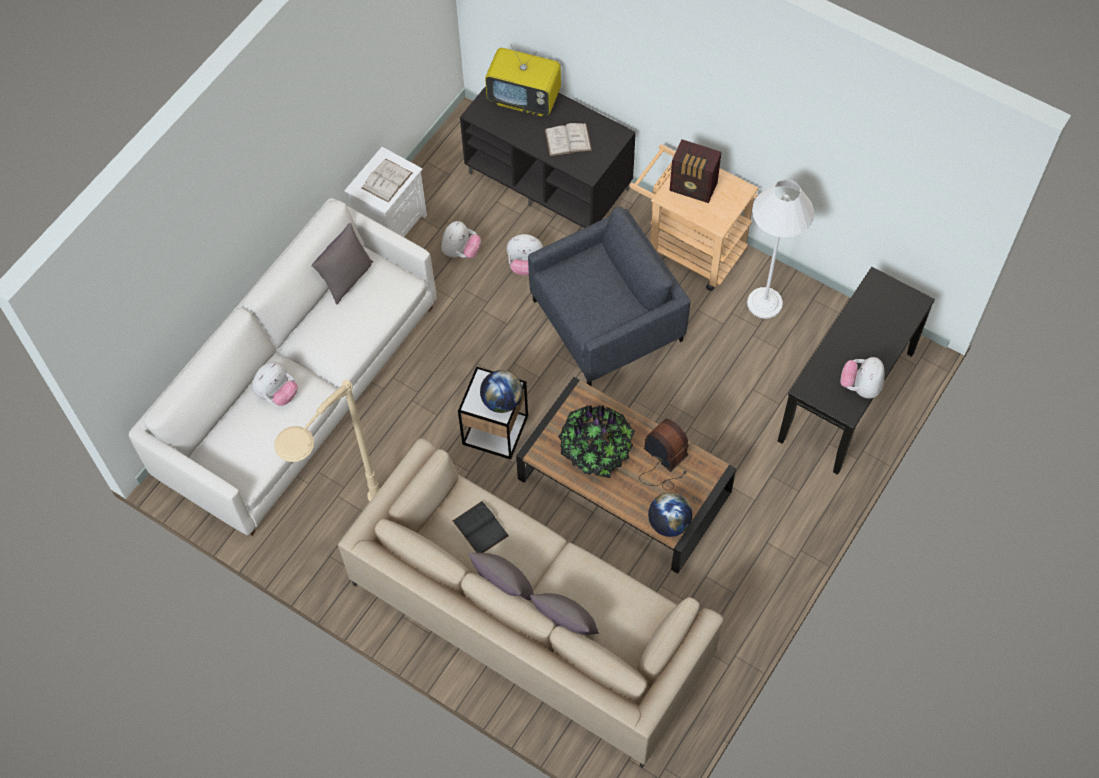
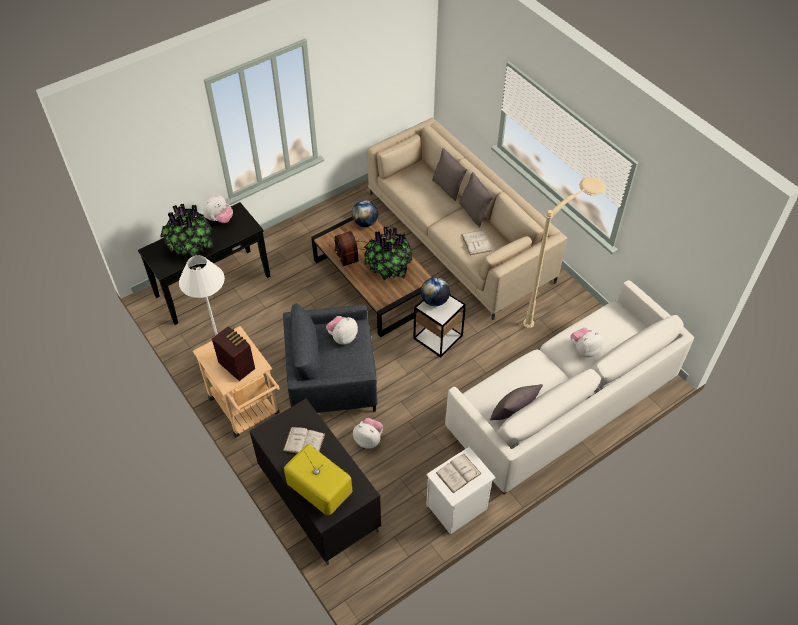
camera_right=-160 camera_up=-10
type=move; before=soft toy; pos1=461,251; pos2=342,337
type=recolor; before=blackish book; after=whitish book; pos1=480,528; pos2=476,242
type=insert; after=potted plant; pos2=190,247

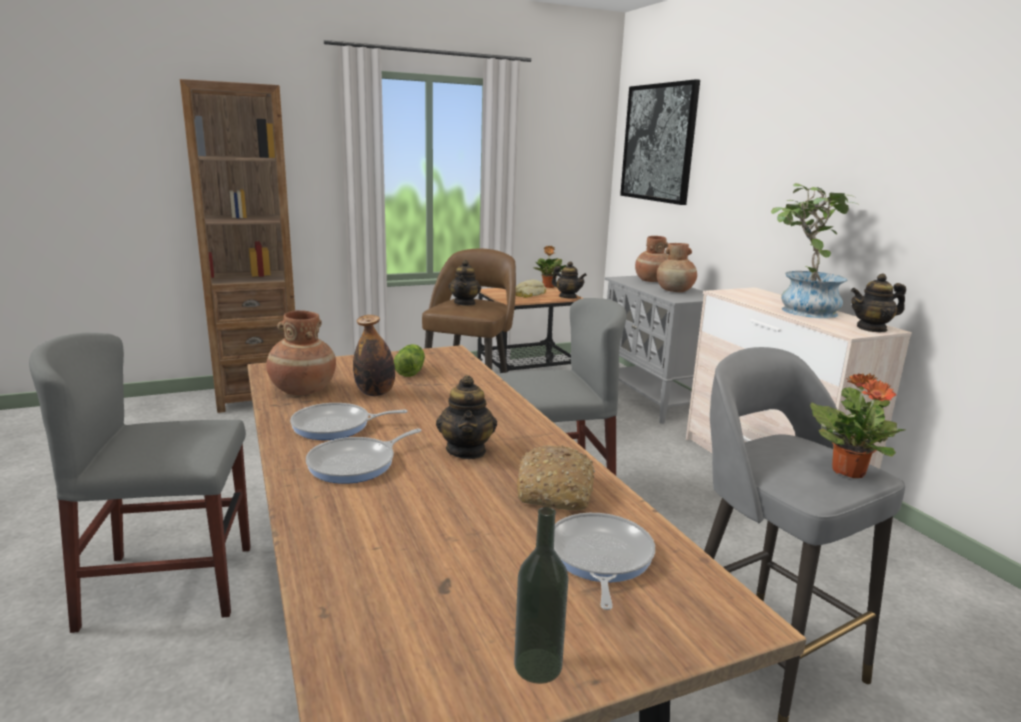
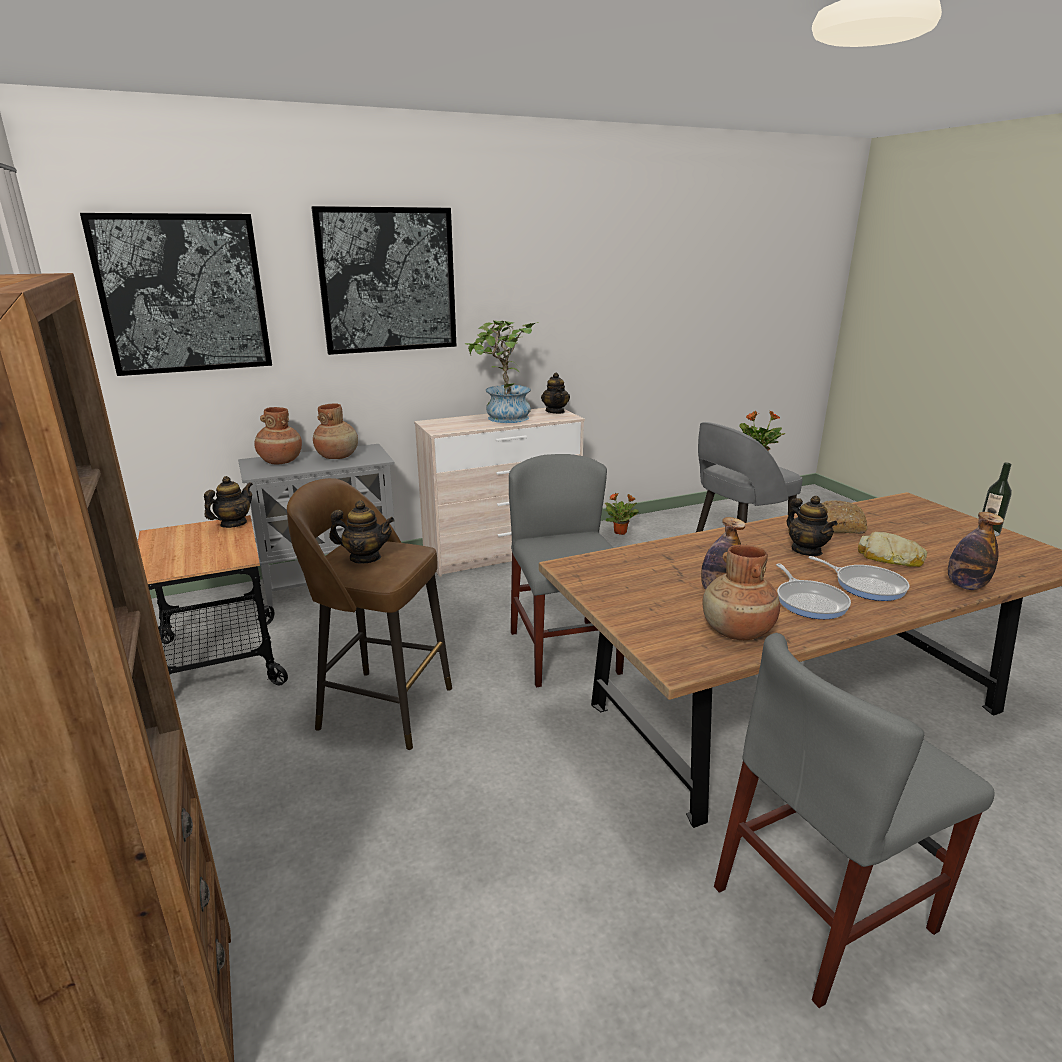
camera_right=-90 camera_up=5
type=move; before=potted plant; pos1=548,287; pos2=621,532
type=move; before=bakery bread; pos1=529,294; pos2=890,557
type=rotate; before=grey upright chair; pos1=170,585; pos2=823,908; turn=75
type=delete; before=head of lettuce; pos1=411,371
type=rotate; before=tea pot; pos1=466,450; pos2=806,550; turn=75
type=delete; before=frying pan; pos1=599,558
type=insert; after=picture; pos2=388,281
type=insert; after=bottle; pos2=965,586

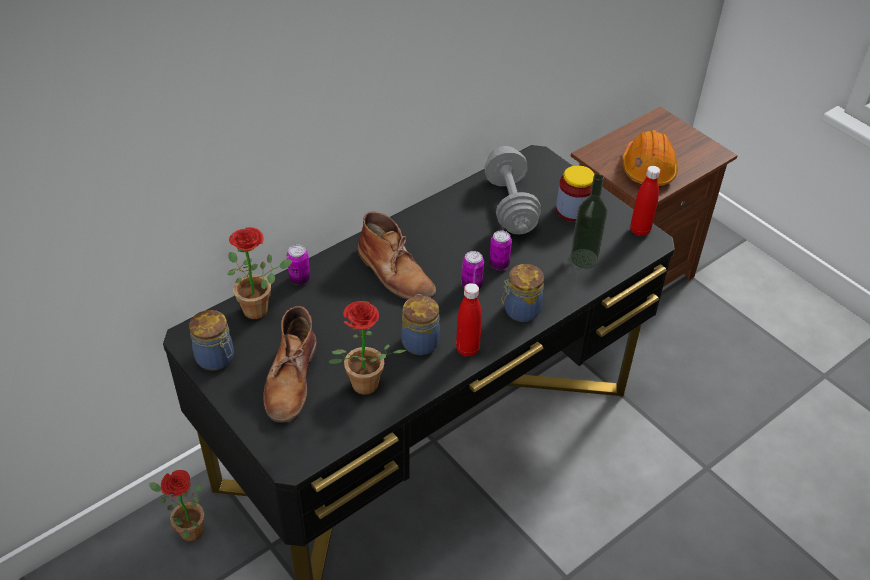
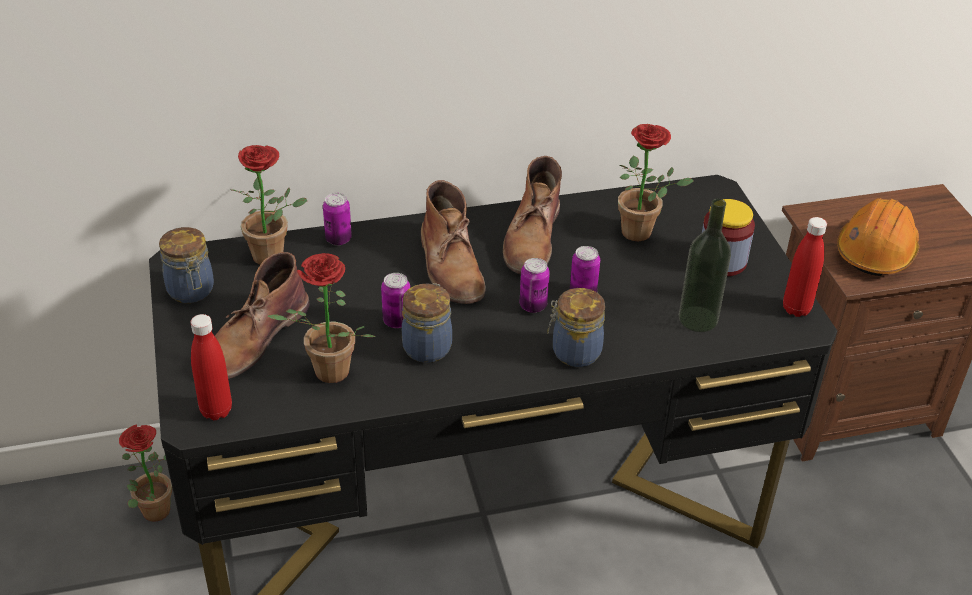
camera_right=25 camera_up=-5
type=replace; before=grey hand weight; after=potted plant; pos1=510,205; pos2=643,233
type=move; before=red bottle; pos1=467,349; pos2=216,410
type=insert; after=brown high-top boot; pos2=532,238
type=insert; after=can; pos2=396,321

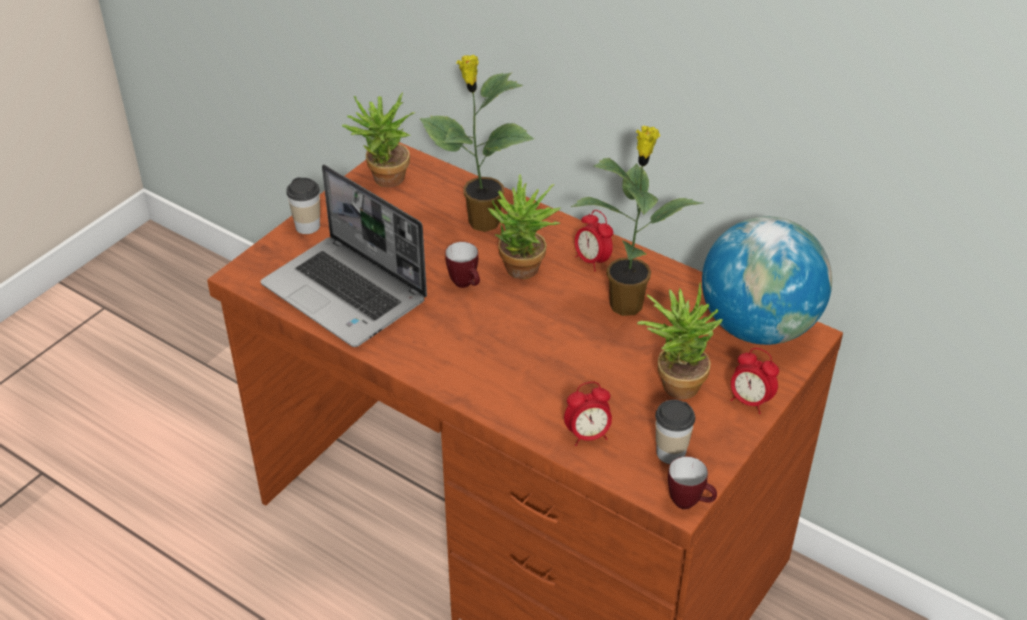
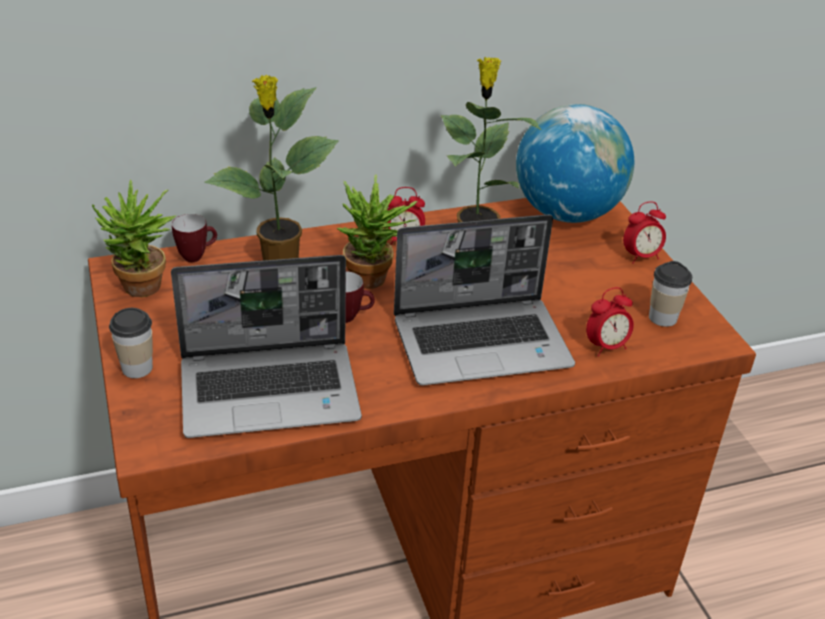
camera_right=-55 camera_up=-5
type=delete; before=potted plant; pos1=674,382
type=rotate; before=bedside clock; pos1=588,435; pos2=606,347; turn=45
type=move; before=mug; pos1=689,503; pos2=197,256
type=insert; after=portable computer; pos2=483,342

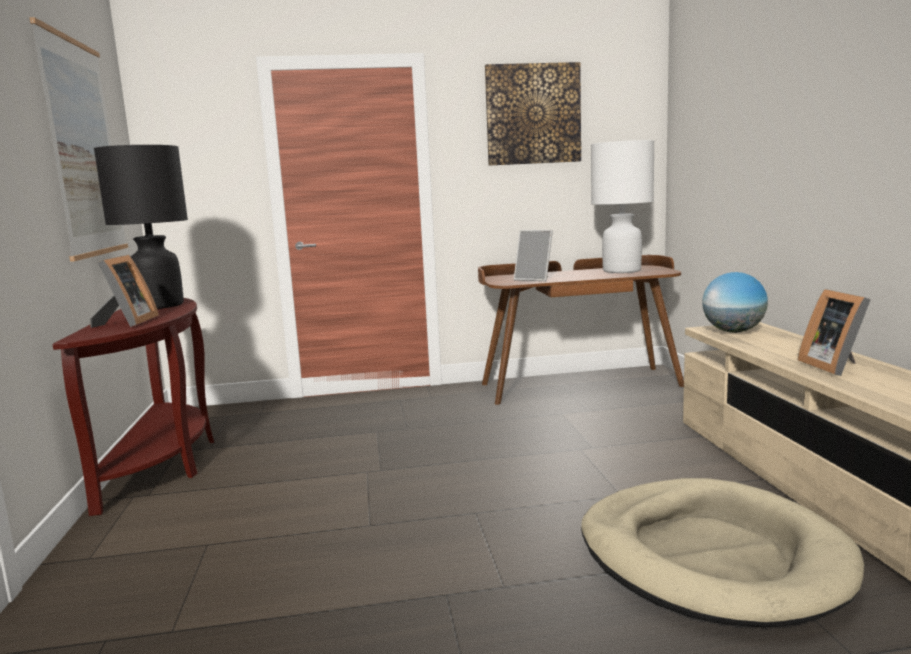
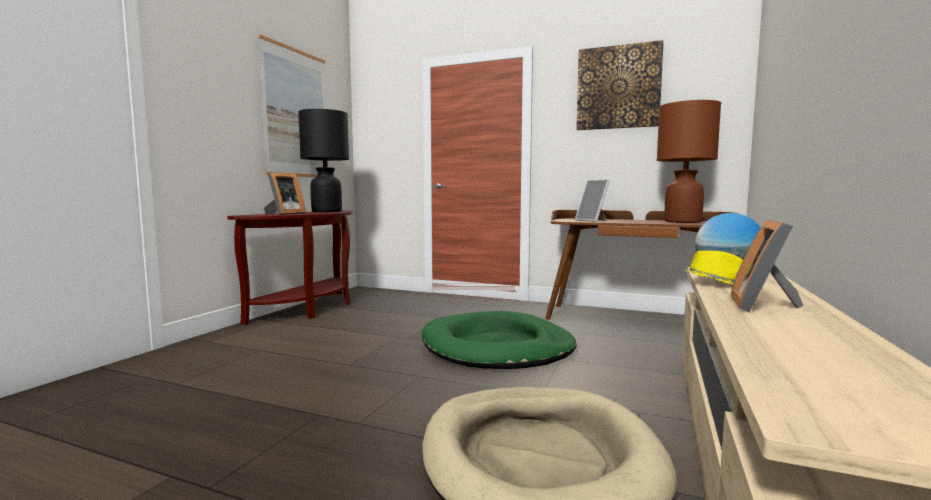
camera_right=30 camera_up=-5
type=recolor; before=whitish table lamp; after=brown table lamp; pos1=621,271; pos2=682,222
type=insert; after=yellowish wearable hat; pos2=714,283
type=insert; after=greenish dog bed; pos2=497,347

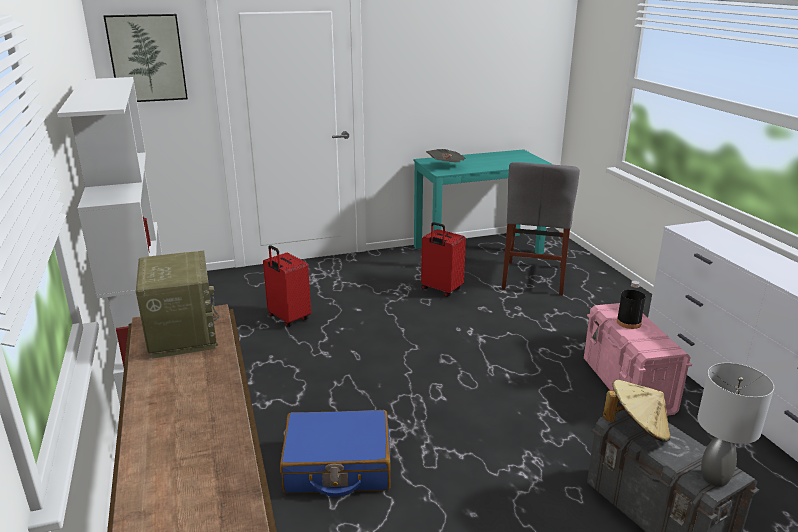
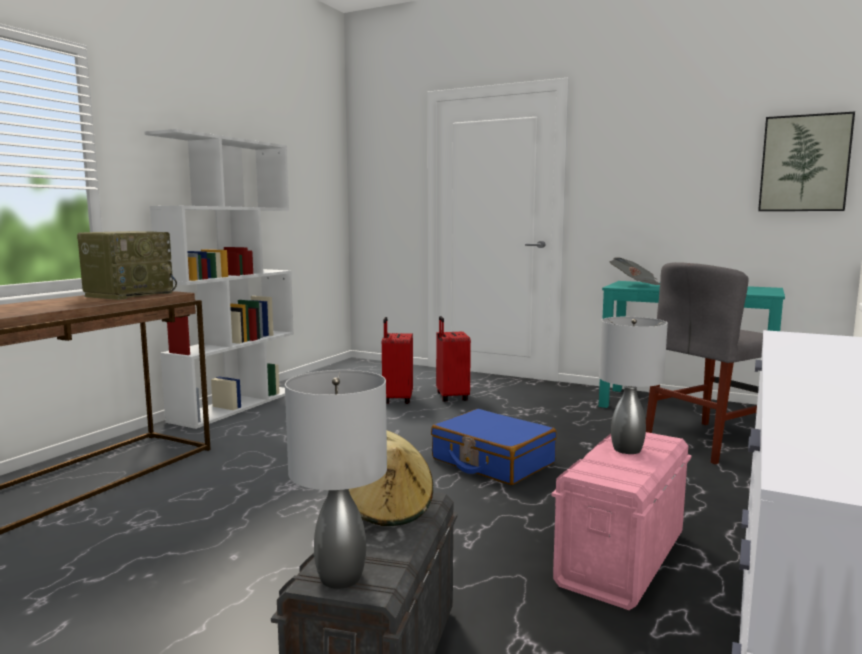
camera_right=45 camera_up=-15
type=move; before=picture; pos1=147,58; pos2=804,163
type=move; before=red travel case; pos1=441,290; pos2=451,397
type=replace; before=blackish bottle; after=grey table lamp; pos1=628,323; pos2=626,449
type=move; before=blue-coloured travel case; pos1=337,465; pos2=492,461

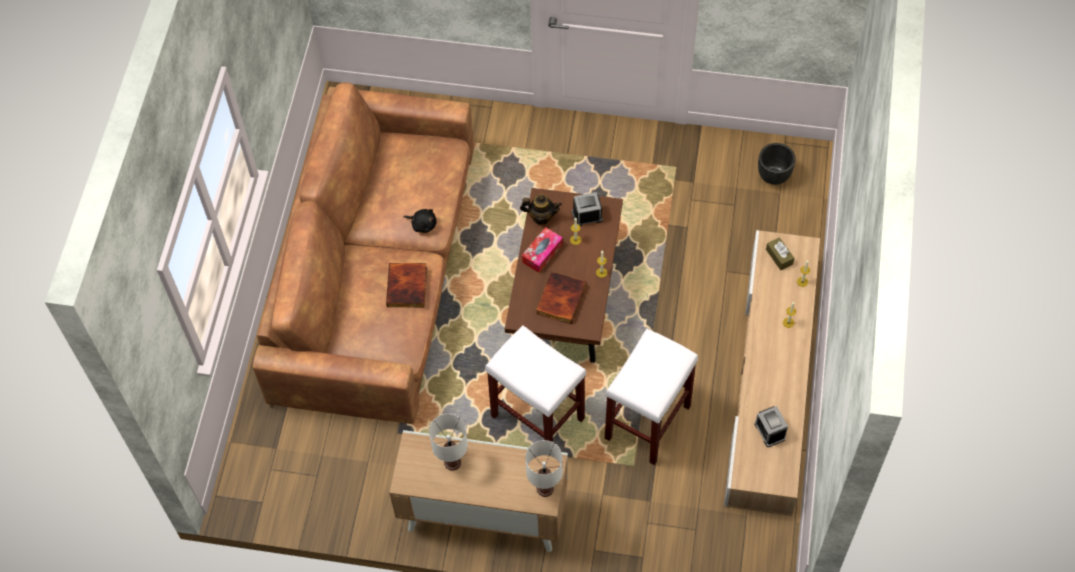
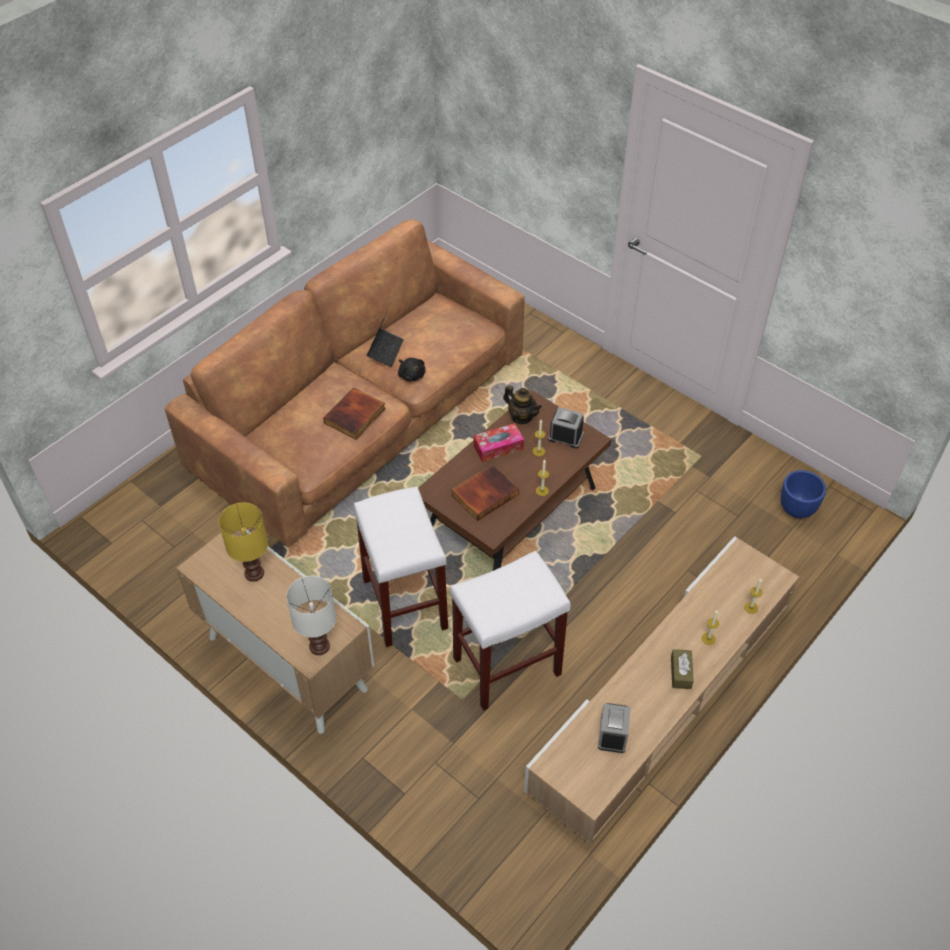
camera_right=30 camera_up=-10
type=recolor; before=blackish plant pot; after=blue-coloured plant pot; pos1=774,176; pos2=797,510
type=move; before=brown tissue box; pos1=779,256; pos2=681,673
type=recolor; before=whitish table lamp; after=yellowish table lamp; pos1=452,462; pos2=254,572
type=insert; after=portable computer; pos2=385,350

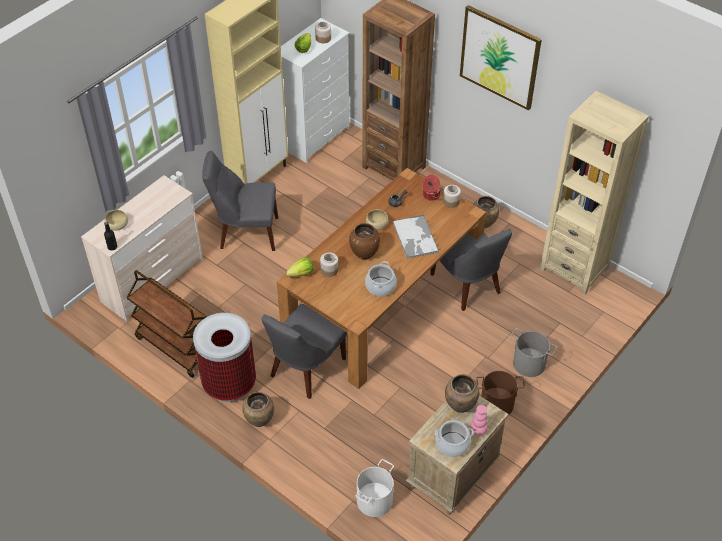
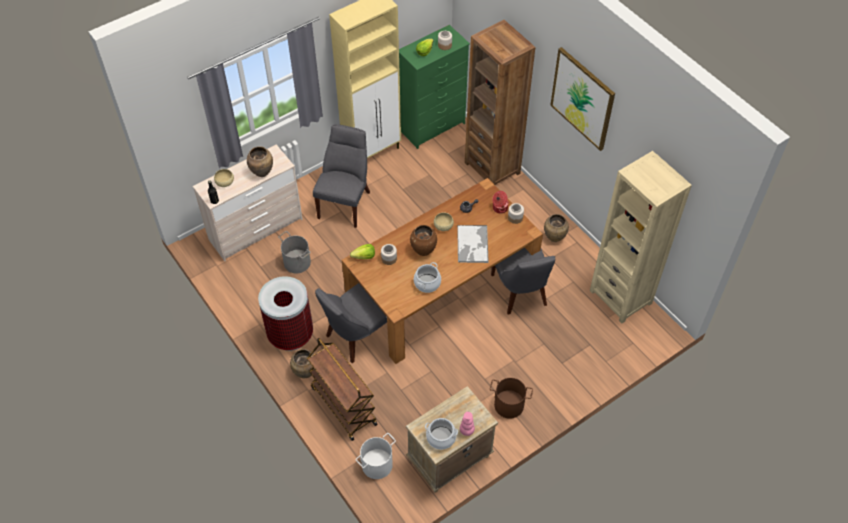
camera_right=15 camera_up=5
type=recolor; before=whitish dresser; after=greenish dresser; pos1=316,138; pos2=433,127
type=rotate; before=grey upright chair; pos1=246,233; pos2=345,203; turn=90
type=move; before=brown wheeled cart; pos1=174,347; pos2=343,405
type=move; before=grey water bucket; pos1=529,364; pos2=296,262
type=move; before=brown decorative vase; pos1=460,405; pos2=262,172

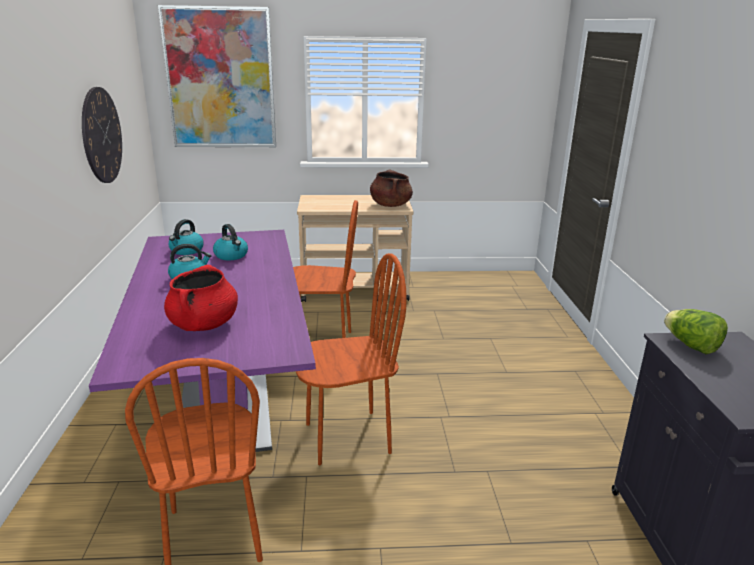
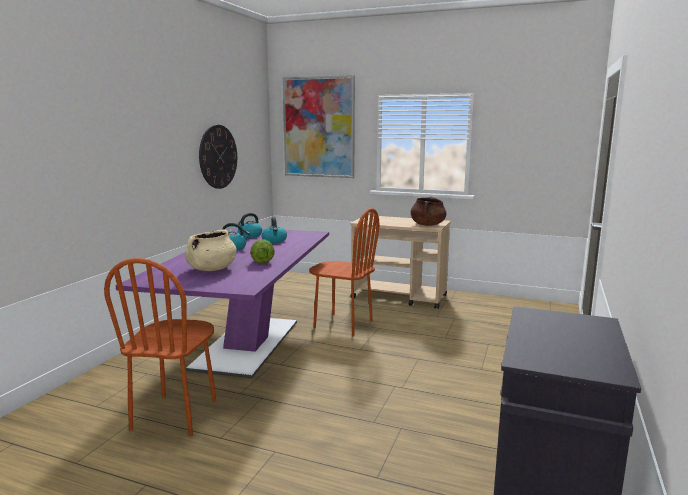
camera_right=25 camera_up=-10
type=delete; before=brown upright chair; pos1=347,437
type=recolor; before=red cooking pot; after=beige-coloured cooking pot; pos1=204,324; pos2=211,269
type=move; before=head of lettuce; pos1=691,346; pos2=262,261

